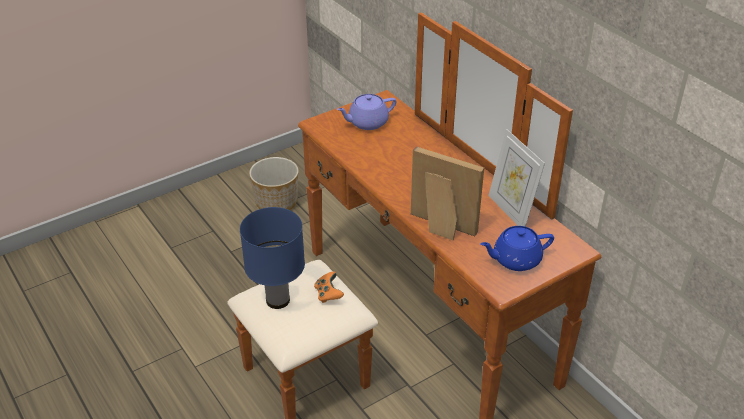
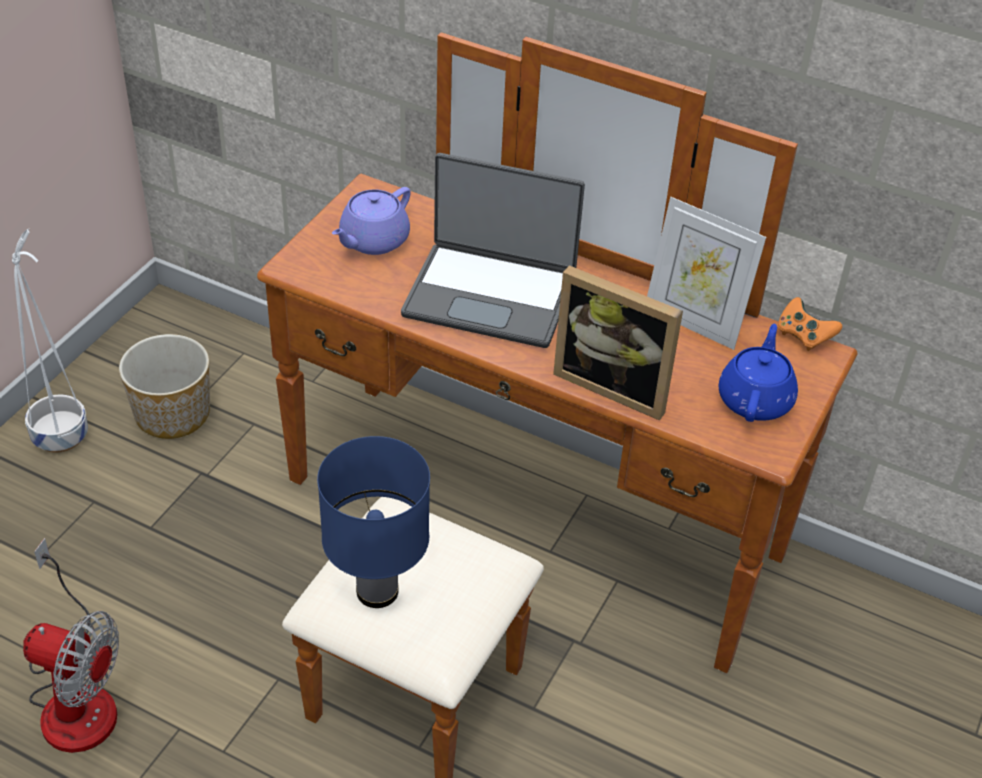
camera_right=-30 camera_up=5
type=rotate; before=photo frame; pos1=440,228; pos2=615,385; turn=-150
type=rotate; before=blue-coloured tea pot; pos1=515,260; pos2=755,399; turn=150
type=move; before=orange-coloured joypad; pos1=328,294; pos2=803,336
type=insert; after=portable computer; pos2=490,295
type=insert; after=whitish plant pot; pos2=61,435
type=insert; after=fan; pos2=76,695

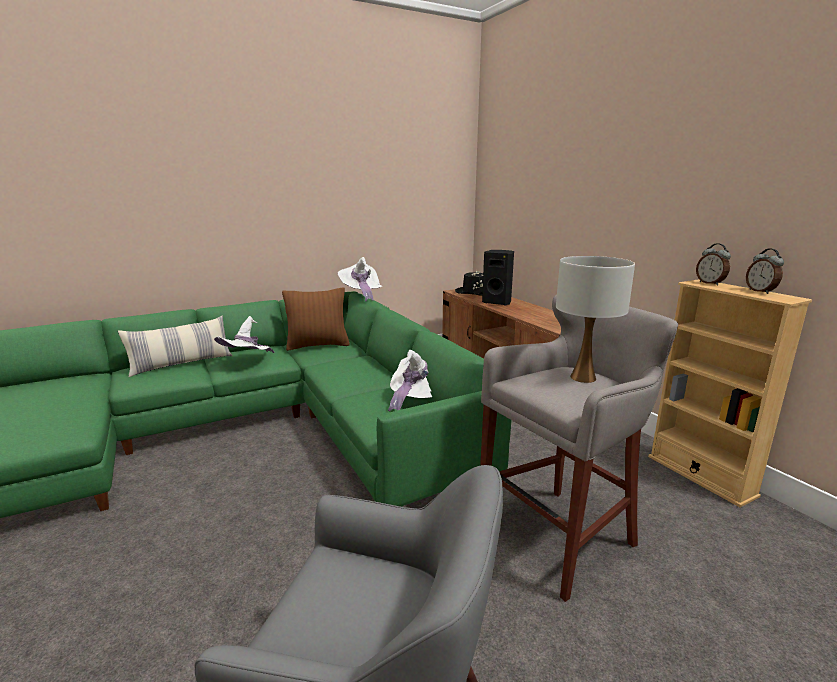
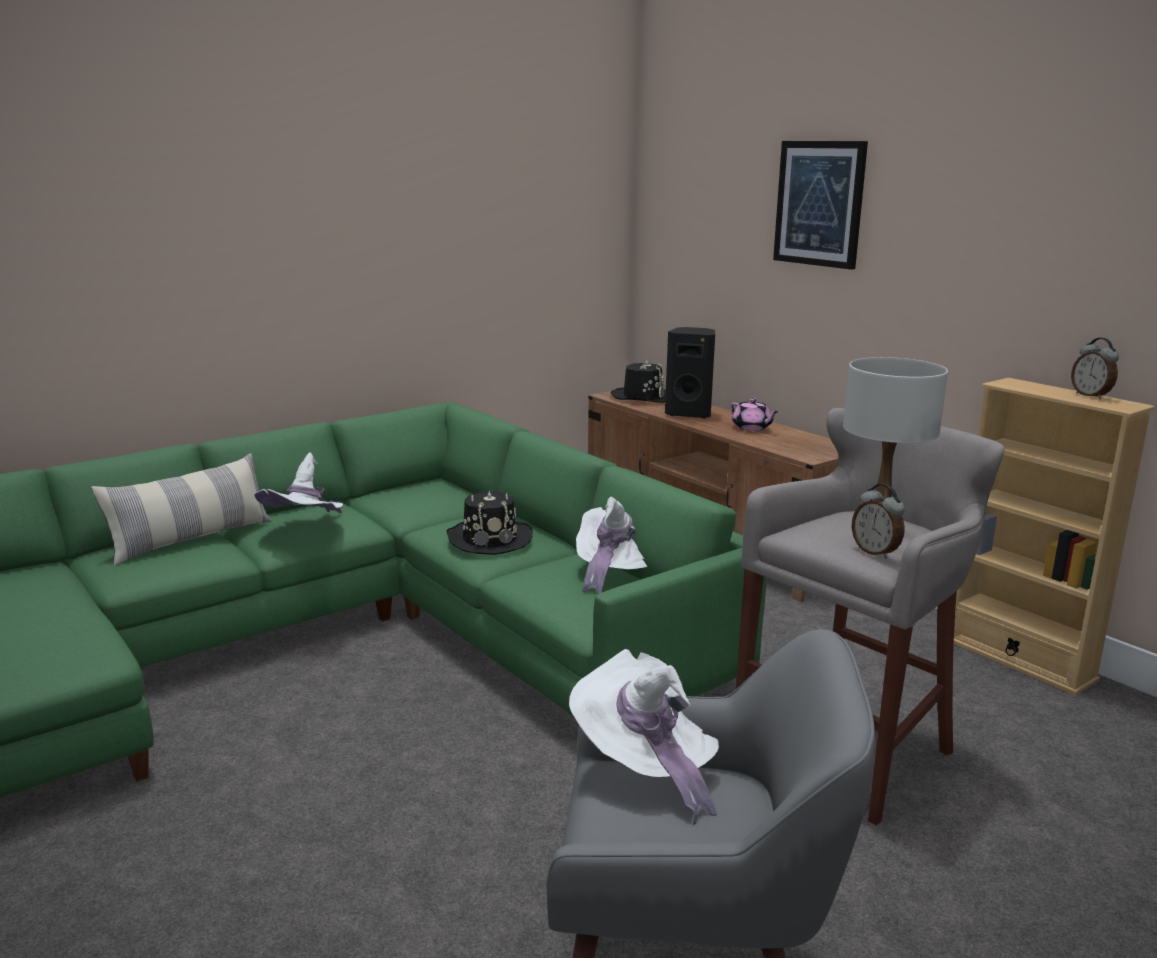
camera_right=-10 camera_up=0
type=move; before=bedside clock; pos1=710,283; pos2=875,552
type=move; before=whitish wearable hat; pos1=361,294; pos2=645,768
type=delete; before=brown cushion; pos1=318,345
type=insert; after=picture; pos2=819,203
type=insert; after=pink-coloured tea pot; pos2=751,428
type=insert; after=blackish wearable hat; pos2=489,539

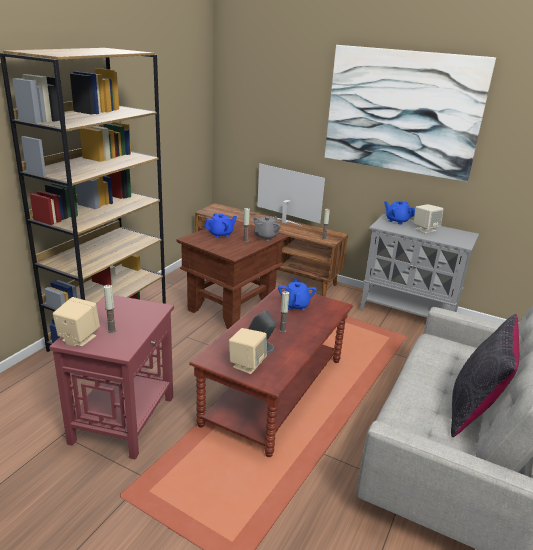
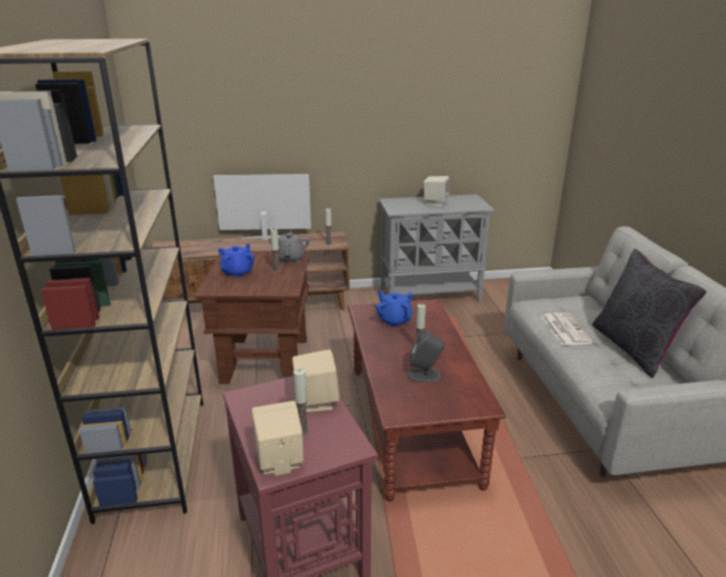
camera_right=-35 camera_up=0
type=delete; before=picture; pos1=402,112
type=delete; before=blue-coloured tea pot; pos1=397,221
type=move; before=beige-coloured audio speaker; pos1=247,364; pos2=316,401
type=insert; after=daily paper; pos2=564,329

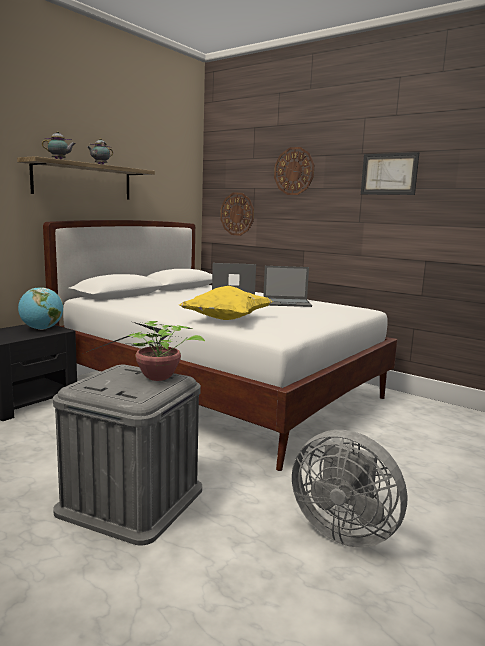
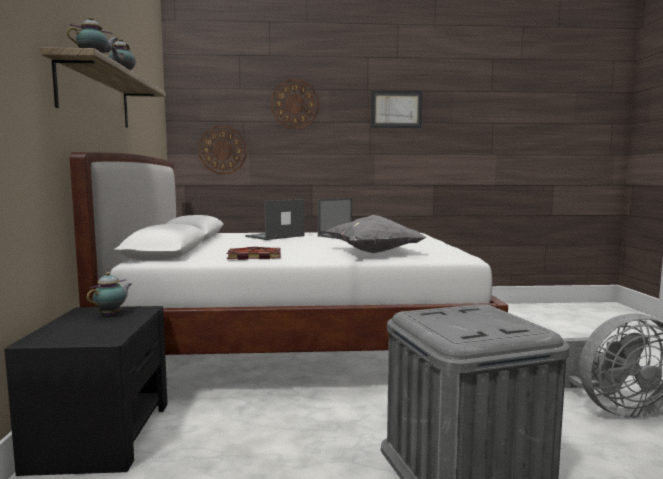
camera_right=-40 camera_up=-5
type=recolor; before=yellowish cushion; after=grey cushion; pos1=226,320; pos2=374,253
type=replace; before=desk globe; after=tea pot; pos1=41,329; pos2=112,314
type=delete; before=potted plant; pos1=155,378
type=insert; after=book; pos2=253,256

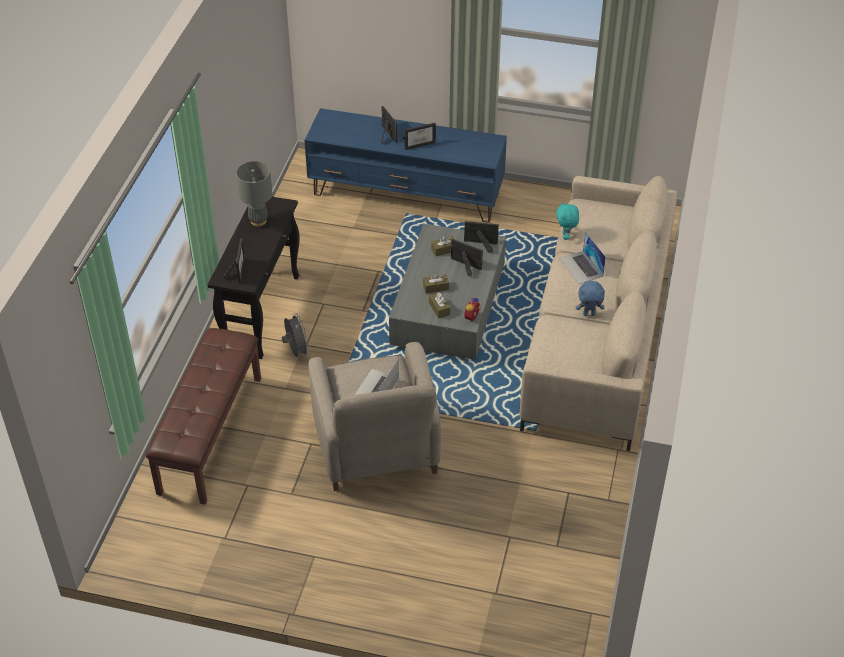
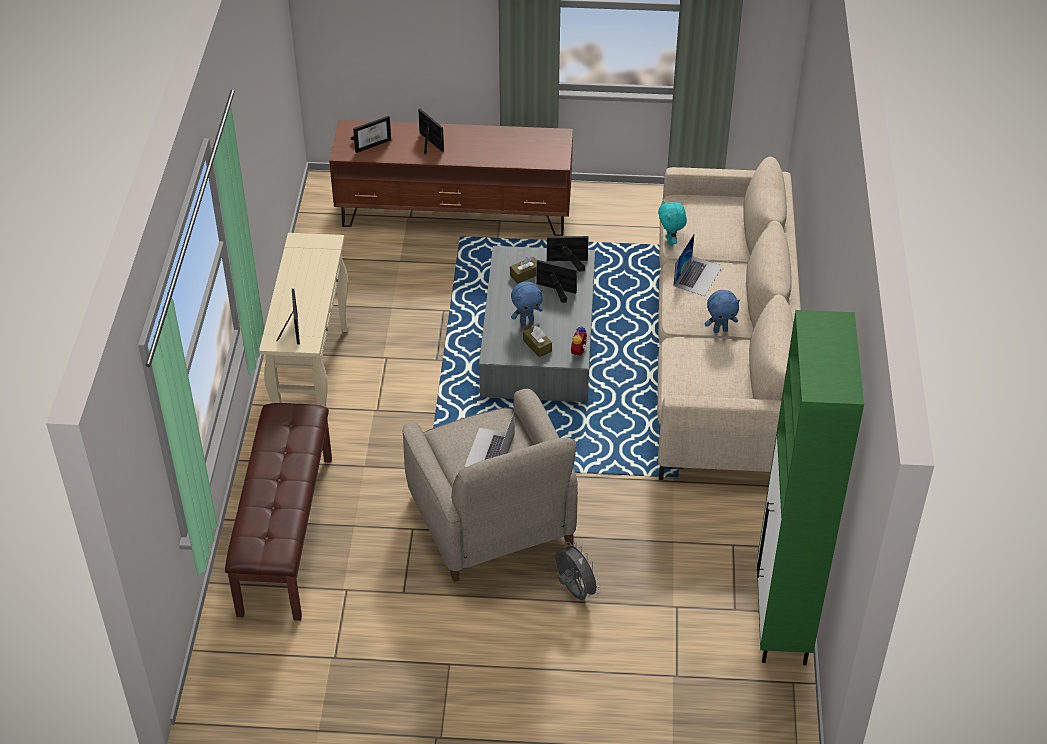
camera_right=-10 camera_up=0
type=recolor; before=blue-coloured tv unit; after=brown tv unit; pos1=407,194; pos2=455,213
type=move; before=photo frame; pos1=419,144; pos2=372,143
type=delete; before=grey table lamp; pos1=258,221
type=recolor; before=blackish hall table; after=beige-coloured hall table; pos1=262,313; pos2=313,378
type=rotate; before=portable computer; pos1=581,267; pos2=698,275; turn=-120
type=replace; before=brown tissue box; after=blue-coloured soft toy; pos1=435,287; pos2=526,321
type=move; before=grey fan; pos1=296,352; pos2=574,591
type=insert; after=greenish cabinet; pos2=781,622

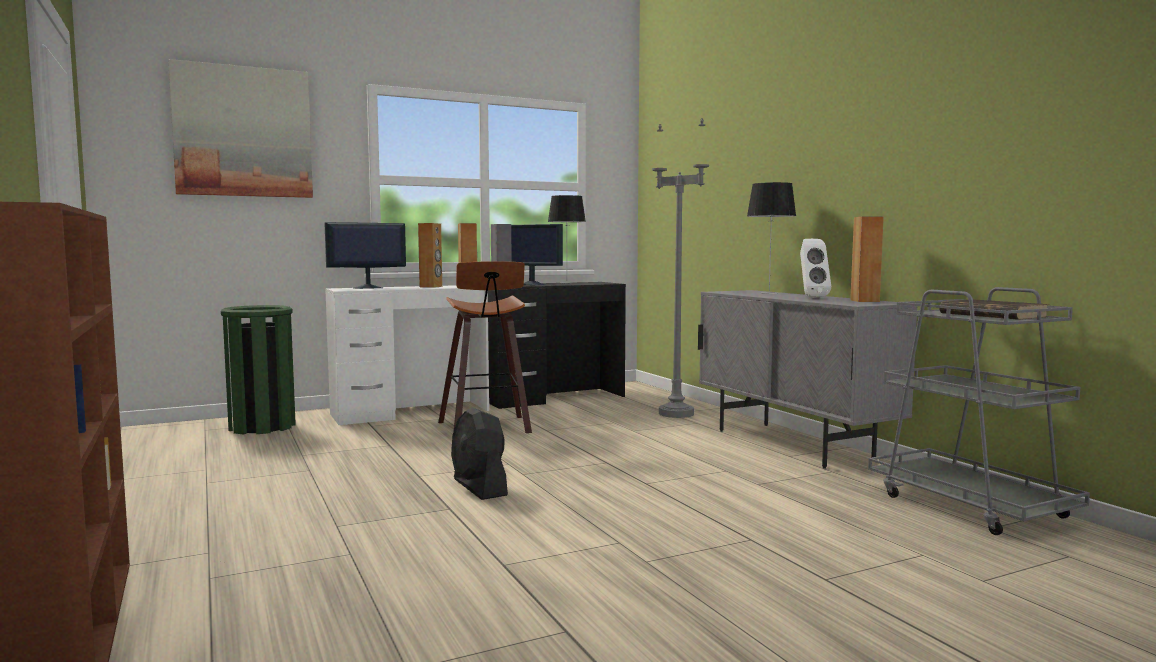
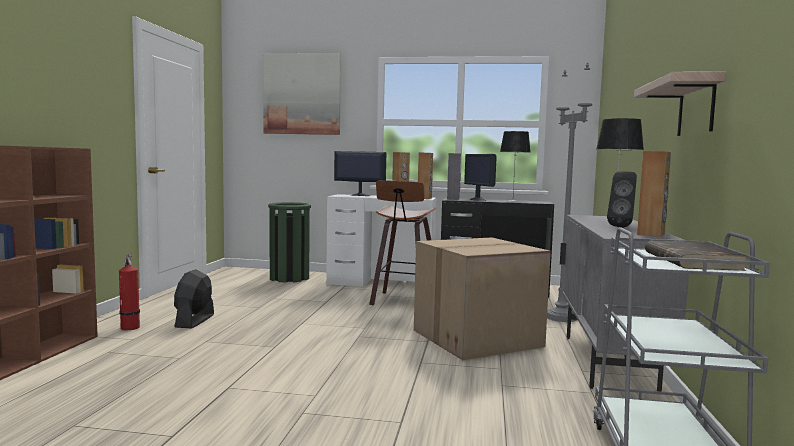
camera_right=35 camera_up=0
type=recolor; before=whitish audio speaker; after=blackish audio speaker; pos1=811,297; pos2=621,227
type=move; before=blackish fan; pos1=479,487; pos2=194,321
type=insert; after=bracket shelf; pos2=696,108
type=insert; after=cardboard box; pos2=476,339
type=insert; after=fire extinguisher; pos2=130,328

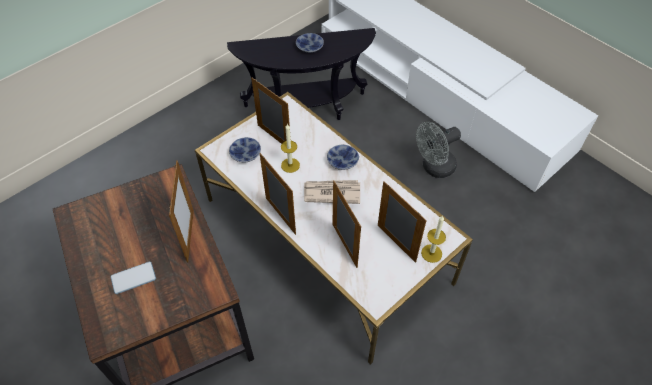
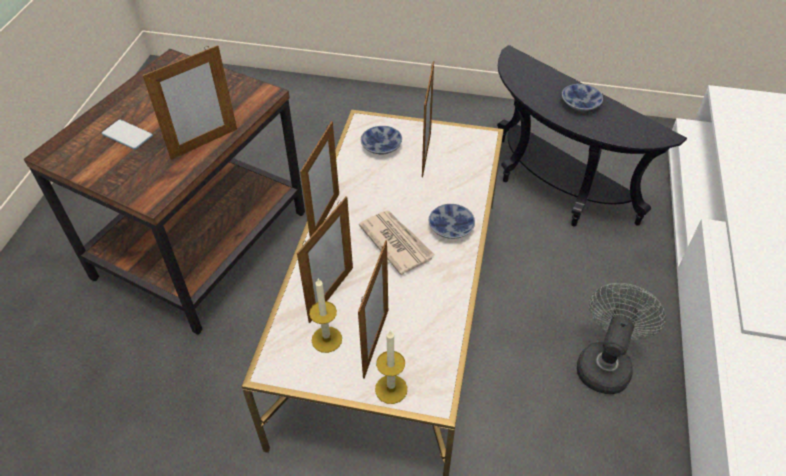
camera_right=55 camera_up=-5
type=rotate; before=grey fan; pos1=434,168; pos2=605,363; turn=90
type=move; before=wax light; pos1=290,165; pos2=326,339

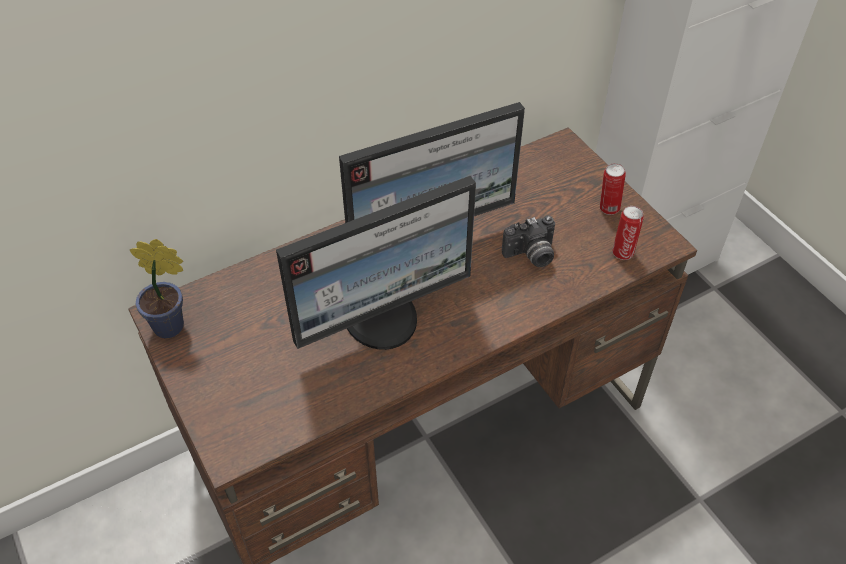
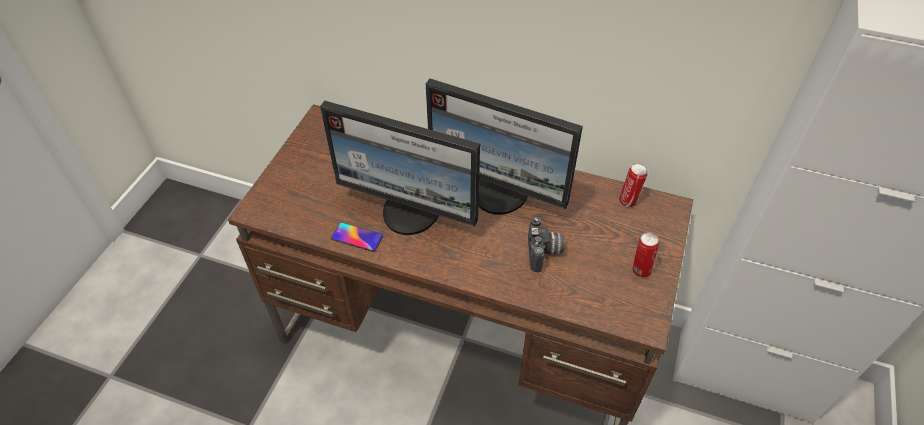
camera_right=50 camera_up=0
type=move; before=can; pos1=623,252; pos2=628,201
type=rotate; before=photo camera; pos1=531,255; pos2=544,253; turn=-120
type=delete; before=potted plant; pos1=173,327
type=insert; after=handset; pos2=357,237

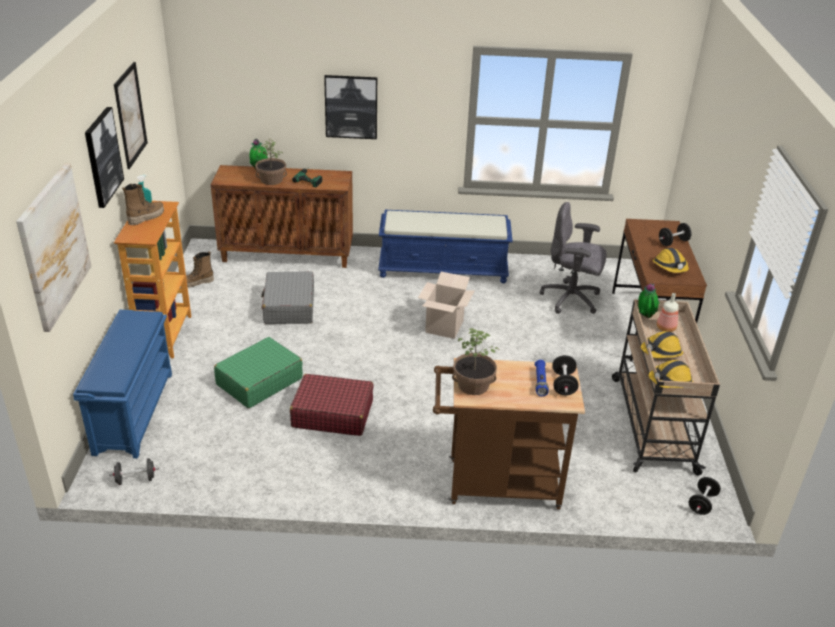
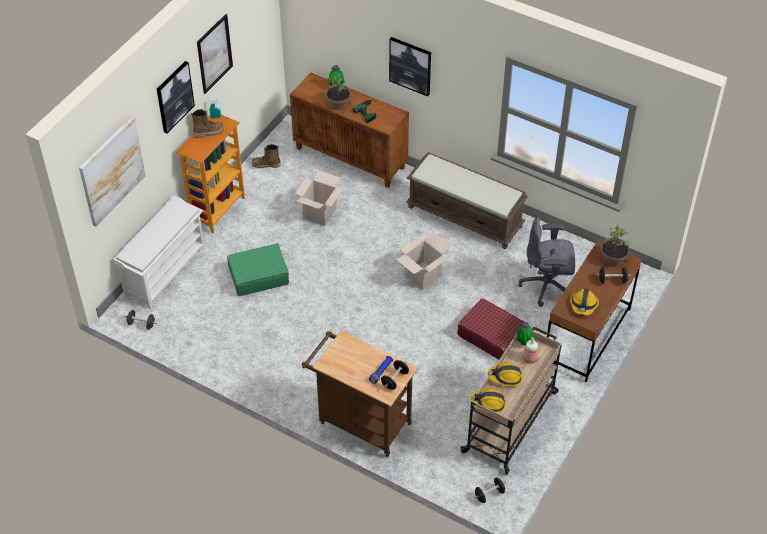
camera_right=30 camera_up=15
type=rotate; before=grey computer chair; pos1=571,299; pos2=547,286; turn=-45
type=recolor; before=blue-coloured indoor bench; after=brown indoor bench; pos1=444,269; pos2=465,216
type=replace; before=grey travel case; after=cardboard box; pos1=289,307; pos2=319,213
type=recolor; before=blue-coloured shoe rack; after=whitish shoe rack; pos1=133,412; pos2=165,270
type=move; before=potted plant; pos1=473,385; pos2=612,259
type=move; before=red travel case; pos1=332,414; pos2=491,335

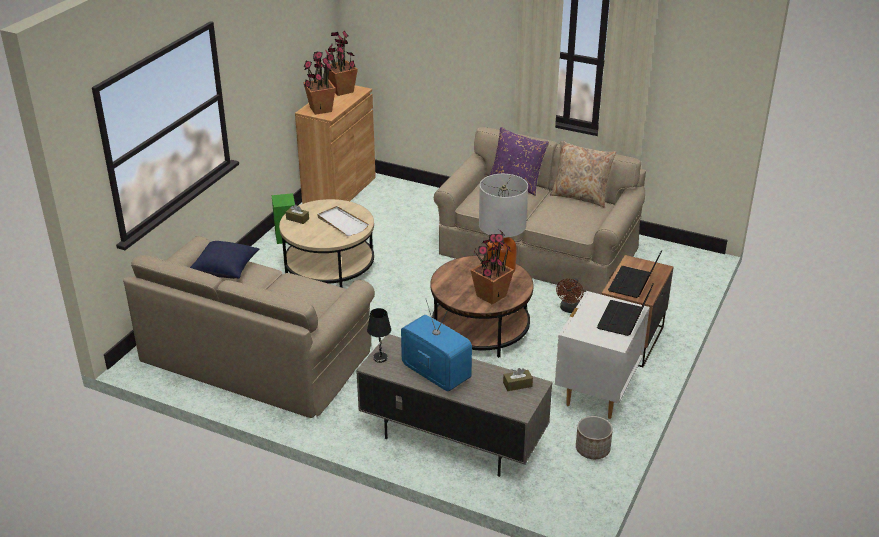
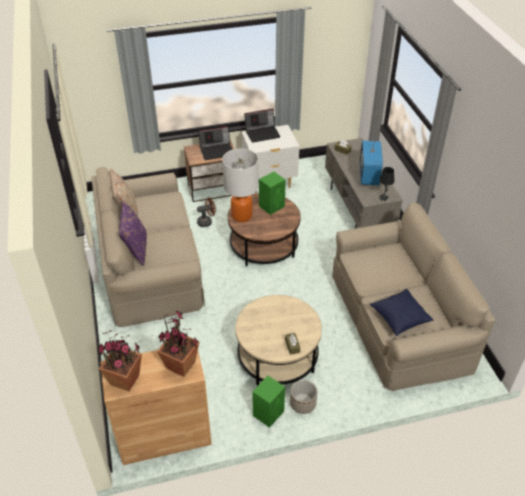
camera_right=-130 camera_up=10
type=delete; before=whitish serving tray; pos1=342,223
type=replace; before=potted plant; after=greenish audio speaker; pos1=491,295; pos2=272,206
type=move; before=plant pot; pos1=592,449; pos2=303,403

